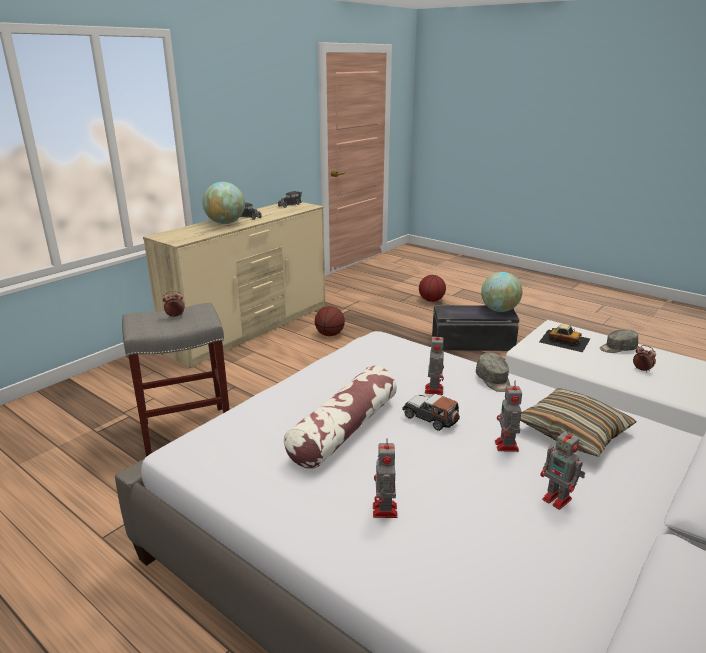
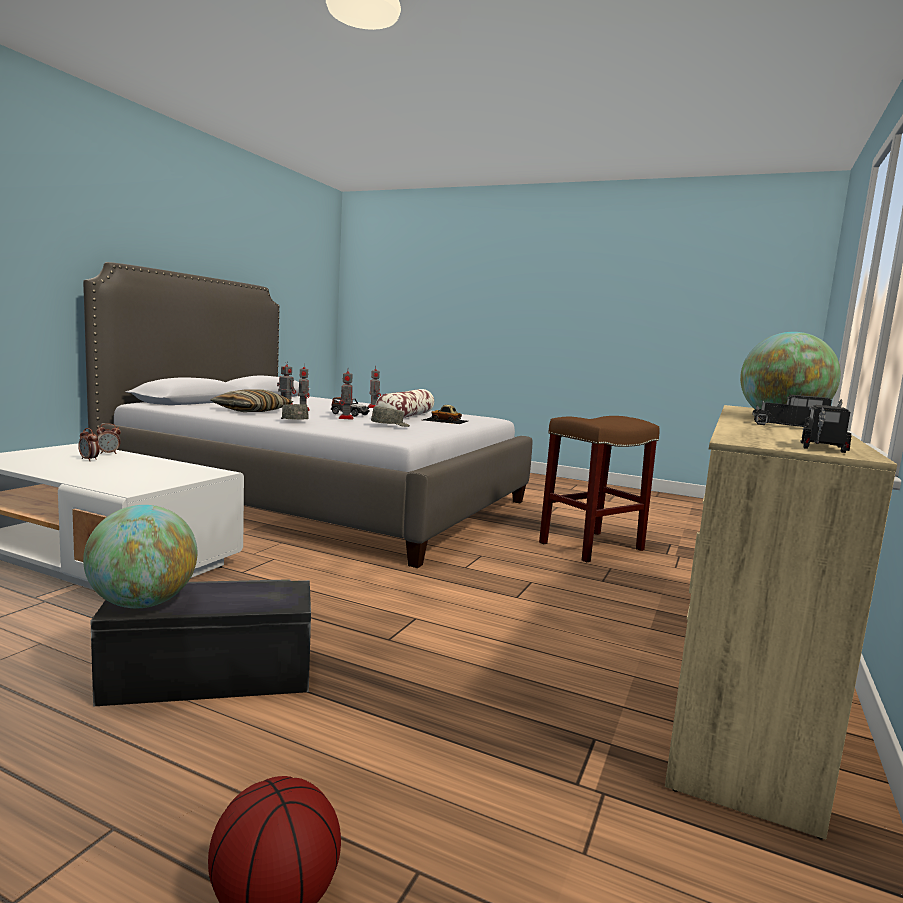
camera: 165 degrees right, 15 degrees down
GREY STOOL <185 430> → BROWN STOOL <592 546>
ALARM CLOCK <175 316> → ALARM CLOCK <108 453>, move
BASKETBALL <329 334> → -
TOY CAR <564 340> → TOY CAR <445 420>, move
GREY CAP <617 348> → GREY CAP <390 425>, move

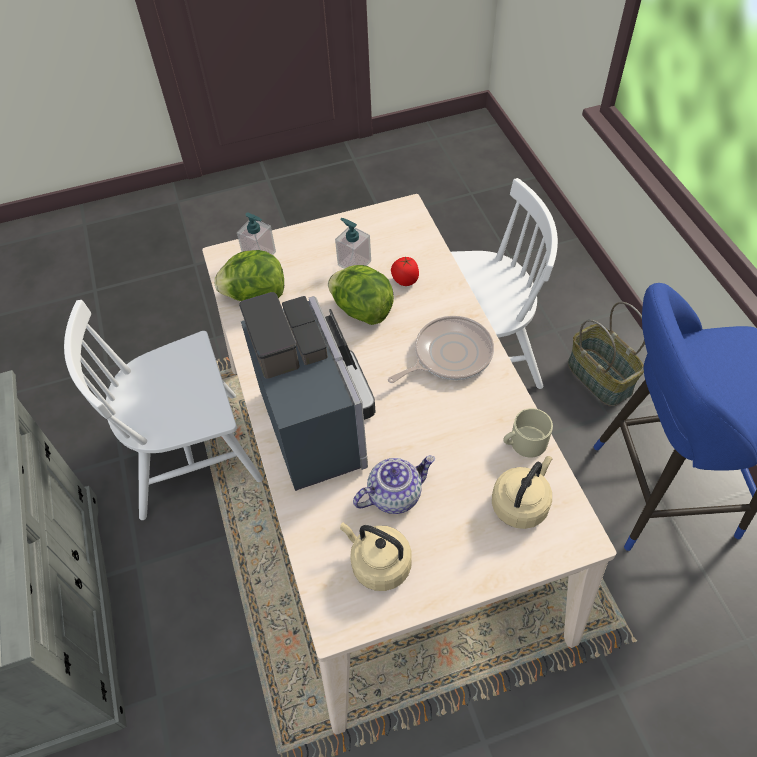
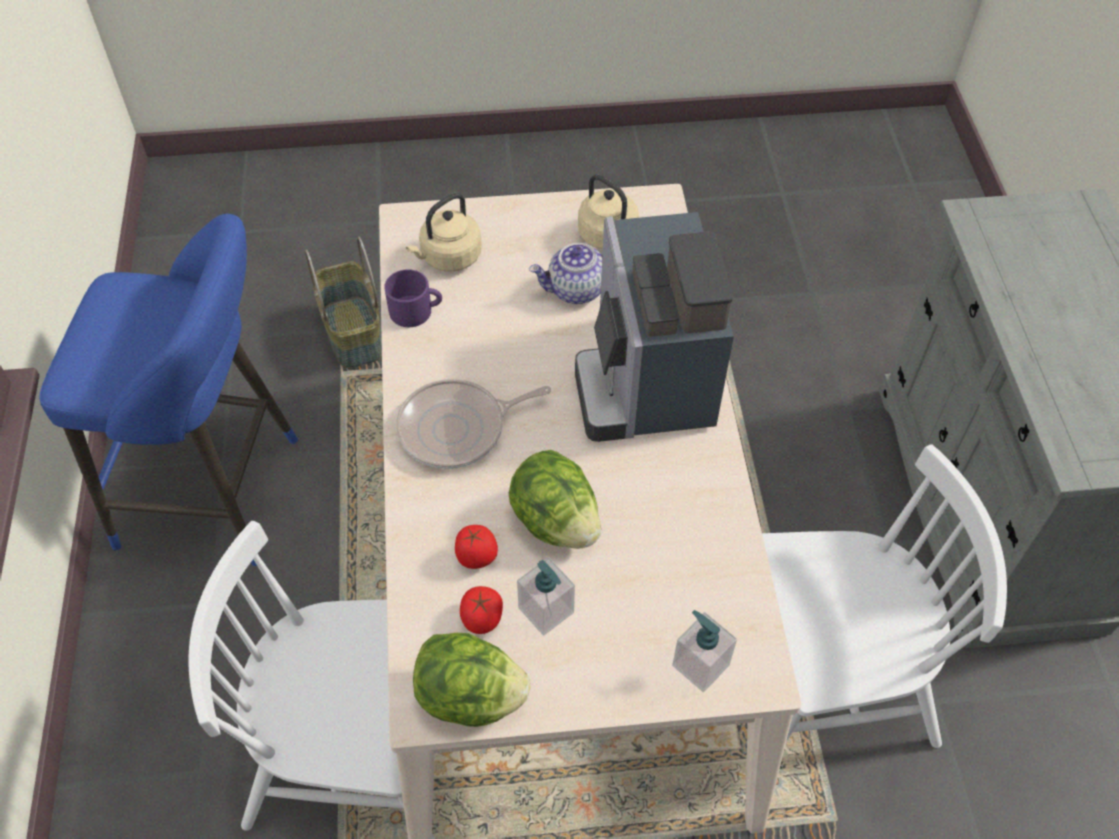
camera: 170 degrees left, 0 degrees up
LETTUCE <255 295> → LETTUCE <470 697>, move
BEIGE MUG <524 443> → PURPLE MUG <416 311>
BASKET <600 377> → BASKET <351 332>, move
- → TOMATO <482 618>

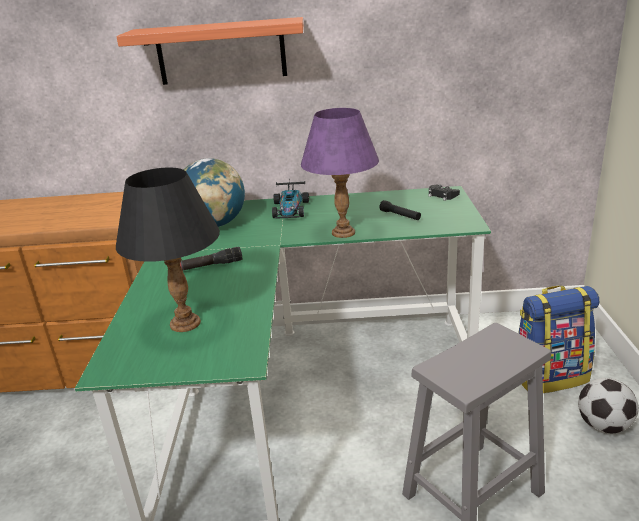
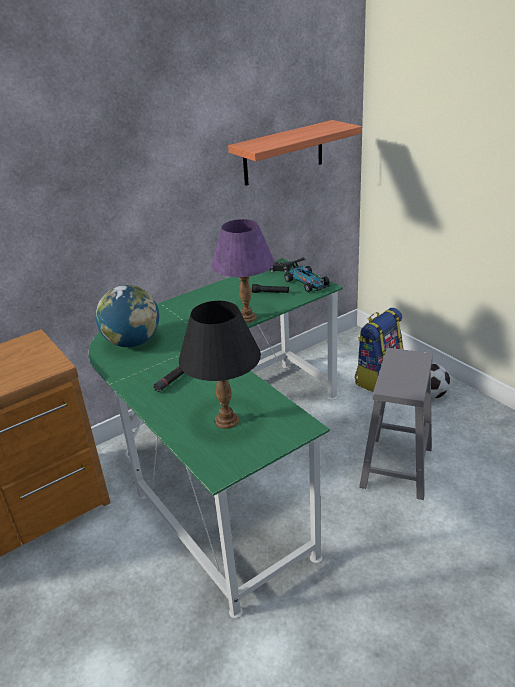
camera: 35 degrees left, 5 degrees up
SHELF <221 52> → SHELF <283 153>, move
TOY CAR <290 209> → TOY CAR <307 282>, move

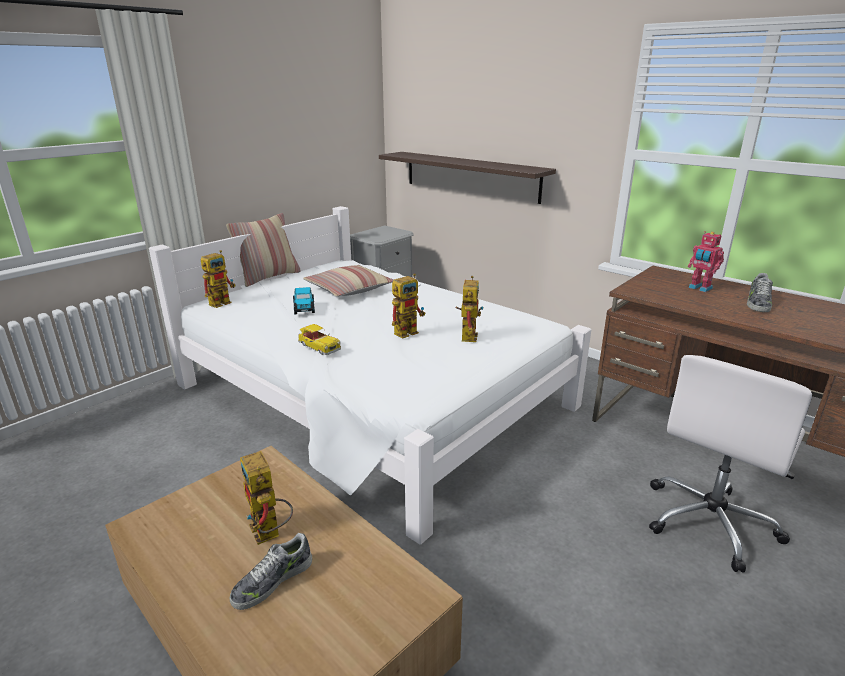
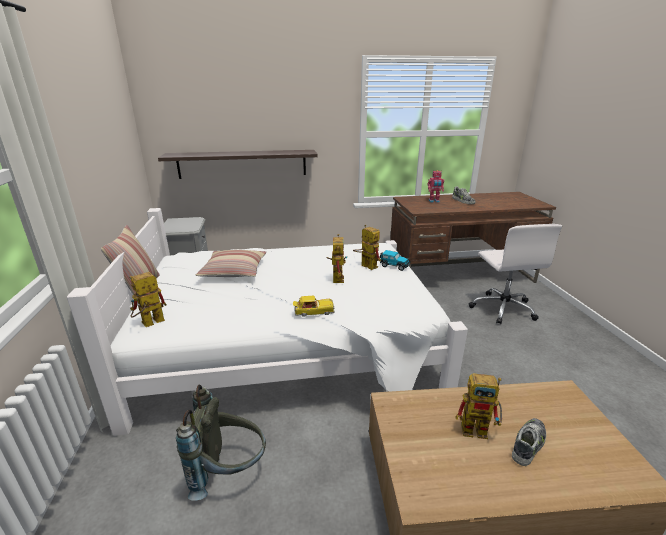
camera: 50 degrees left, 0 degrees up
TOY ROBOT <222 302> → TOY ROBOT <149 324>, 120 degrees counterclockwise
SHOE <272 581> → SHOE <528 444>, 135 degrees counterclockwise
TOY CAR <304 308> → TOY CAR <394 265>, move
- → GREY BACKPACK <229 472>

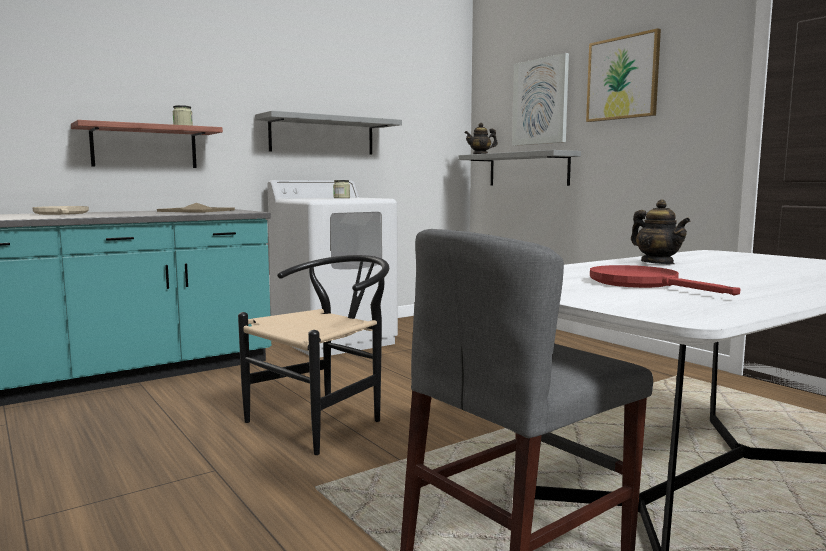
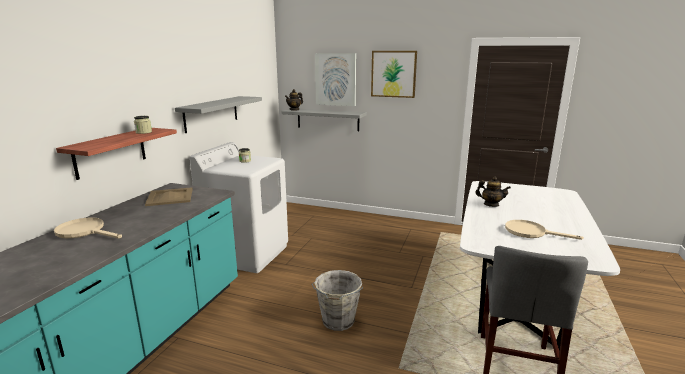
camera: 35 degrees left, 10 degrees up
BLACK CHAIR <325 421> → GREY BUCKET <338 321>
RED FRYING PAN <644 284> → BEIGE FRYING PAN <531 232>

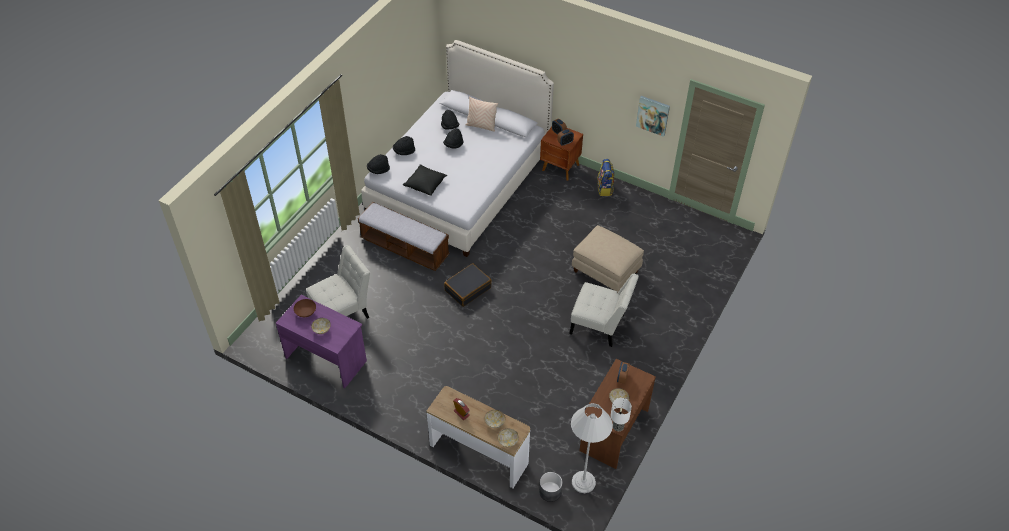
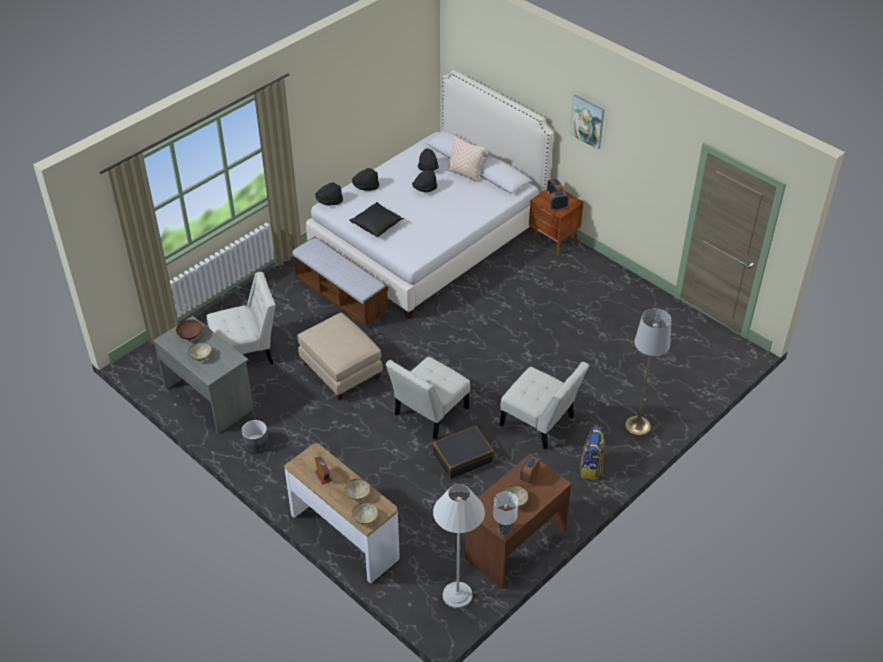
camera: 15 degrees right, 5 degrees down
PURPLE DESK <326 358> → GREY DESK <209 398>
BLACK SUITCASE <467 289> → BLACK SUITCASE <462 457>, move
GREY PLANTER <550 491> → GREY PLANTER <256 444>, move
BEIGE OTTOMAN <605 272> → BEIGE OTTOMAN <340 371>, move
BACKPACK <605 188> → BACKPACK <591 467>, move
PICTURE <653 115> → PICTURE <587 121>, move
- → WHITE CHAIR <428 413>
- → GREY FLOOR LAMP <637 426>

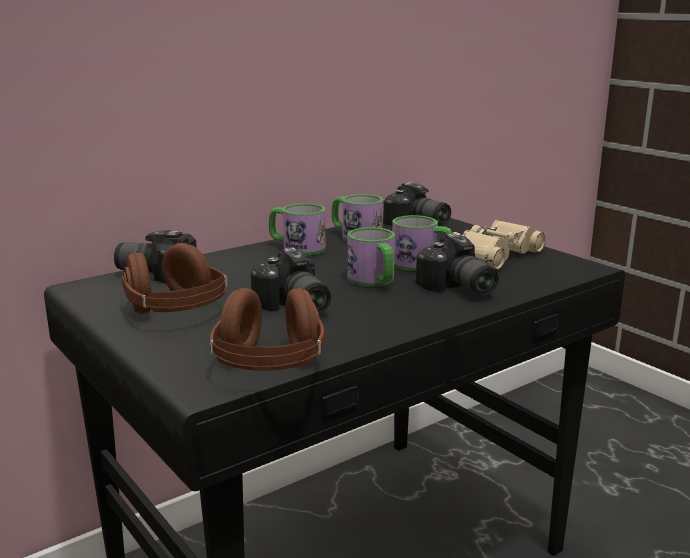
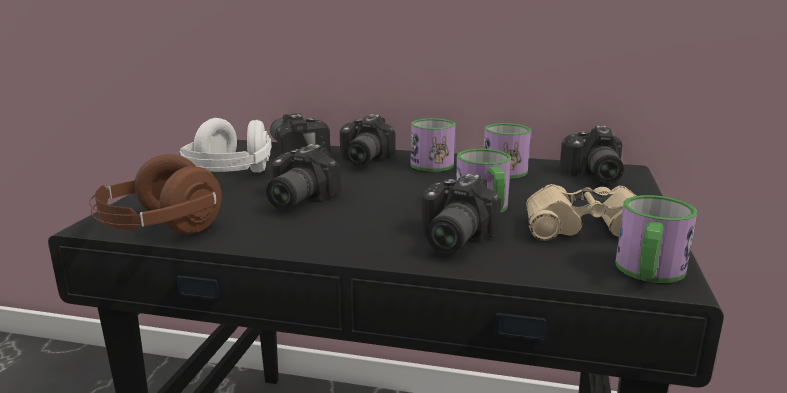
camera: 50 degrees right, 0 degrees up
BROWN HEADPHONES <176 312> → WHITE HEADPHONES <230 176>
MUG <374 281> → MUG <648 272>, move
- → PHOTO CAMERA <360 160>

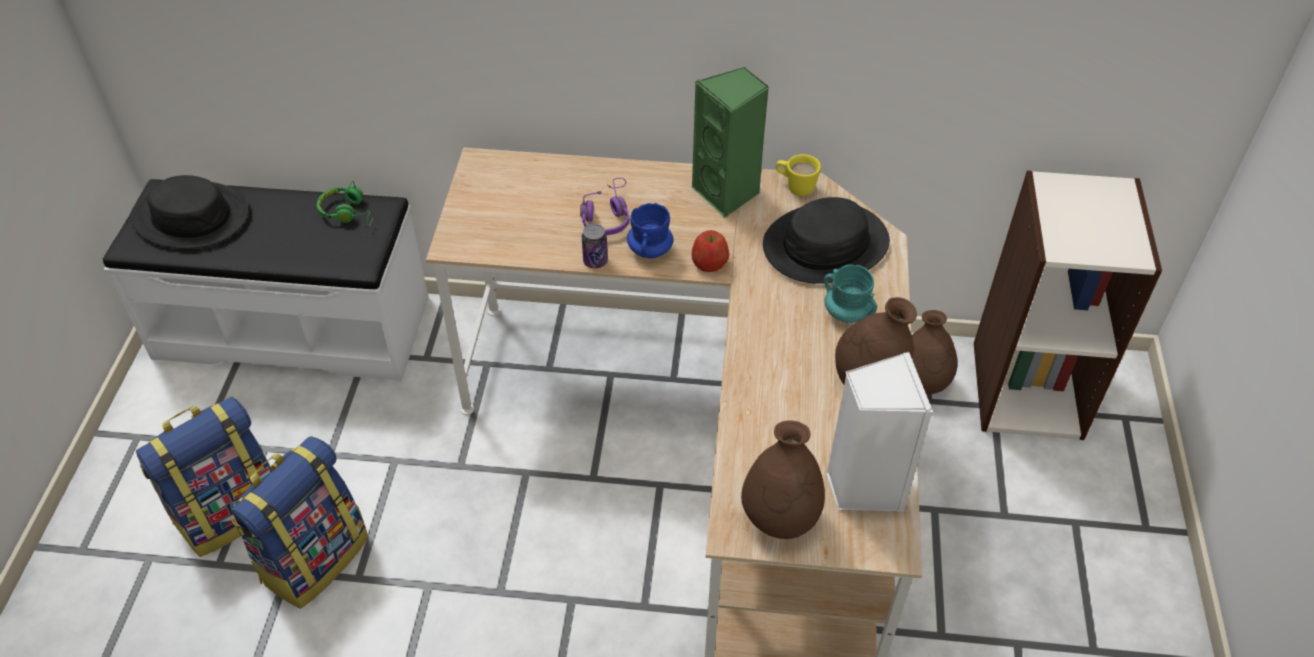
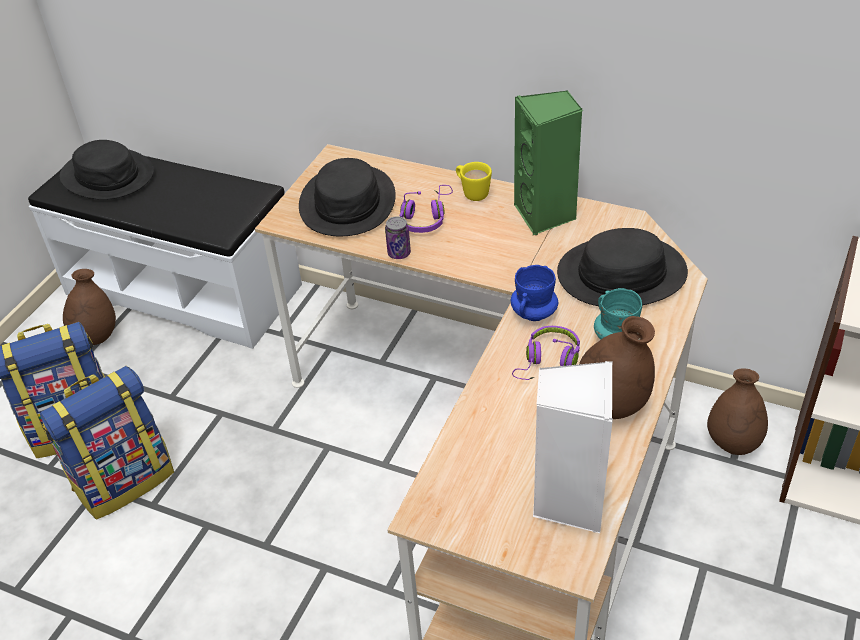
camera: 20 degrees right, 5 degrees down
GREEN HEADPHONES <348 213> → -
BLUE MUG <650 250> → BLUE MUG <534 313>, move
APPLE <709 262> → -
BROWN VASE <780 518> → BROWN VASE <97 336>, move
YELLOW MUG <795 187> → YELLOW MUG <472 192>, move
- → BLACK HAT <348 202>
- → PURPLE HEADPHONES <548 361>

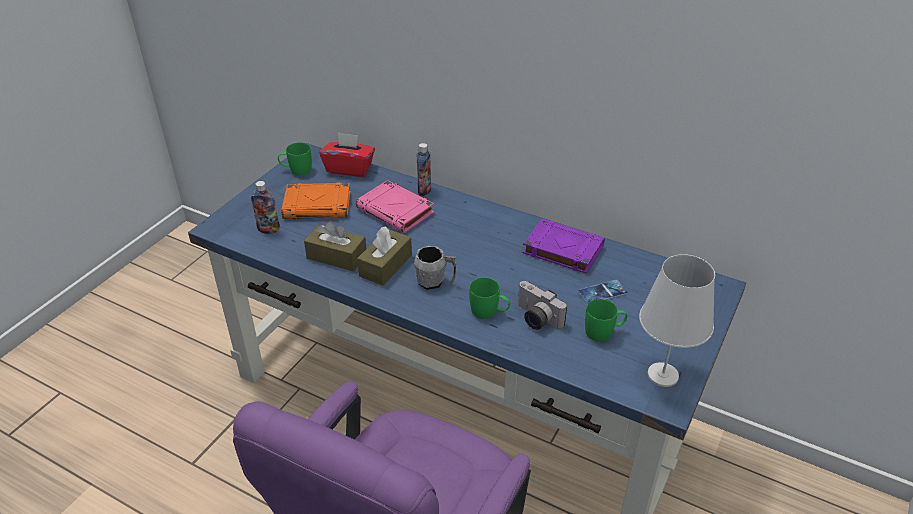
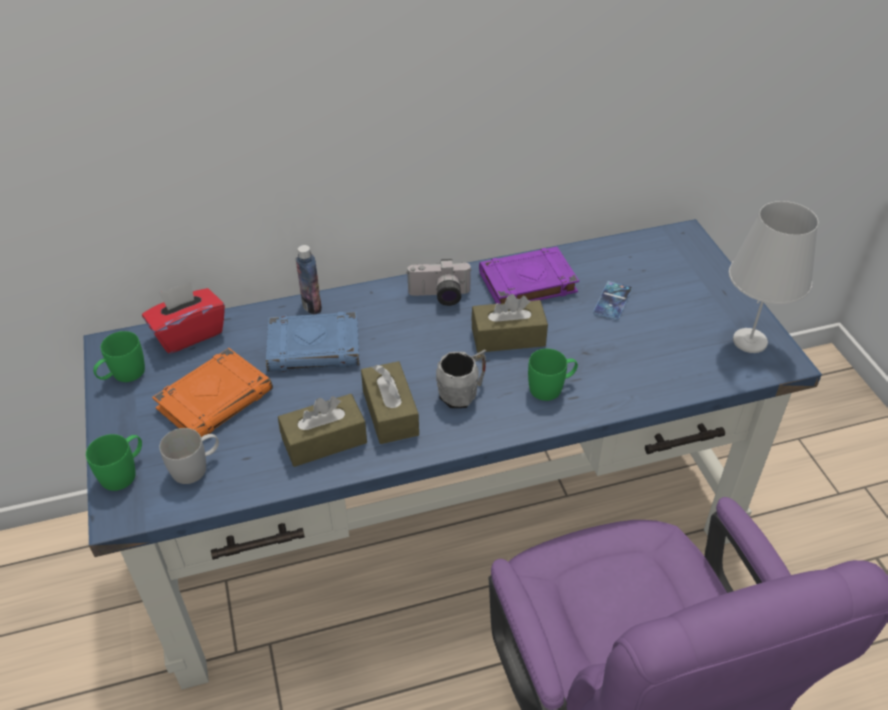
camera: 45 degrees left, 5 degrees up
BOTTLE <268 230> → WHITE MUG <196 467>
PINK BOOK <396 211> → BLUE BOOK <315 348>
PHOTO CAMERA <535 318> → PHOTO CAMERA <440 297>, move
GREEN MUG <604 332> → GREEN MUG <124 472>, move
- → BROWN TISSUE BOX <508 337>

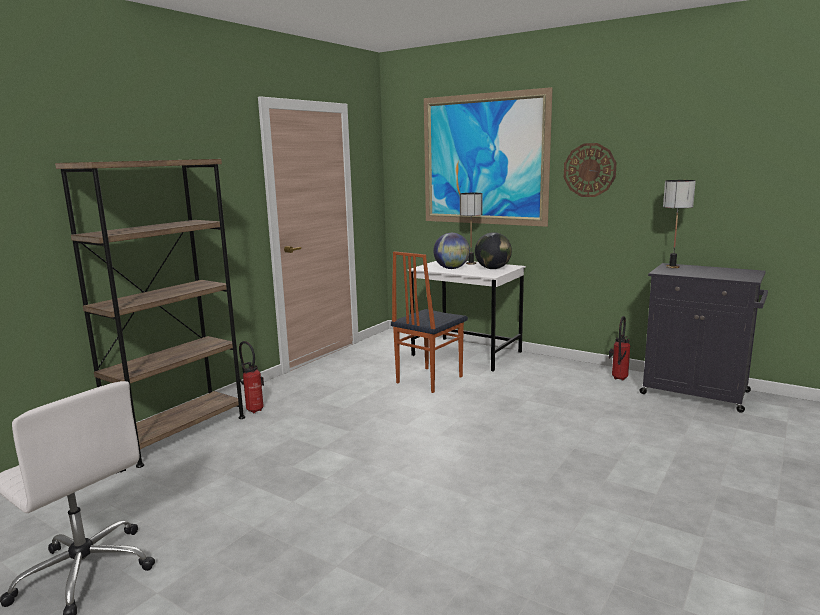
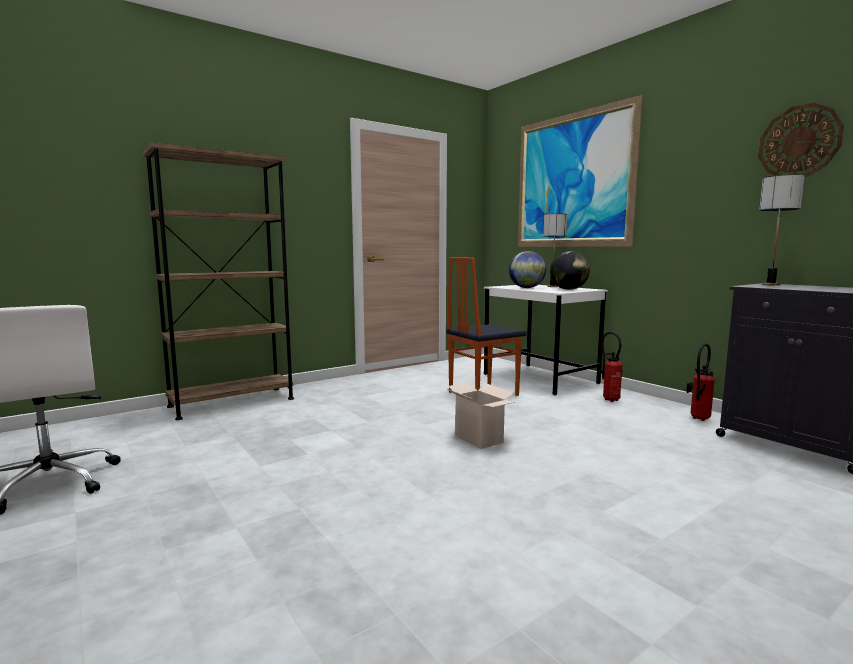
camera: 20 degrees right, 5 degrees down
FIRE EXTINGUISHER <254 409> → FIRE EXTINGUISHER <609 399>, move
WALL CLOCK <589 170> → WALL CLOCK <799 142>, move
- → CARDBOARD BOX <480 439>

